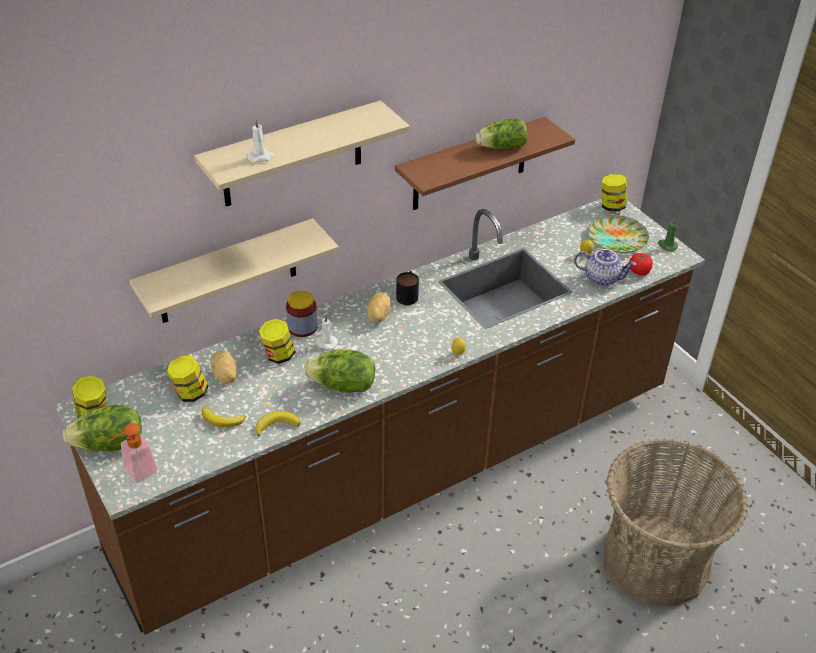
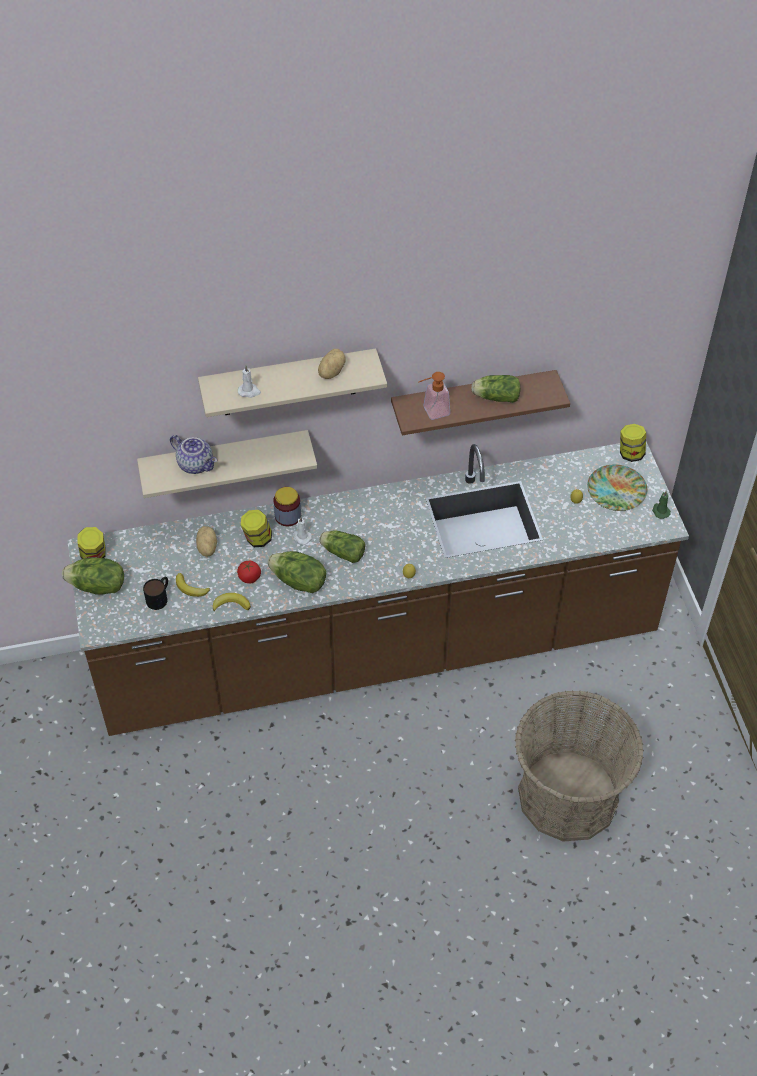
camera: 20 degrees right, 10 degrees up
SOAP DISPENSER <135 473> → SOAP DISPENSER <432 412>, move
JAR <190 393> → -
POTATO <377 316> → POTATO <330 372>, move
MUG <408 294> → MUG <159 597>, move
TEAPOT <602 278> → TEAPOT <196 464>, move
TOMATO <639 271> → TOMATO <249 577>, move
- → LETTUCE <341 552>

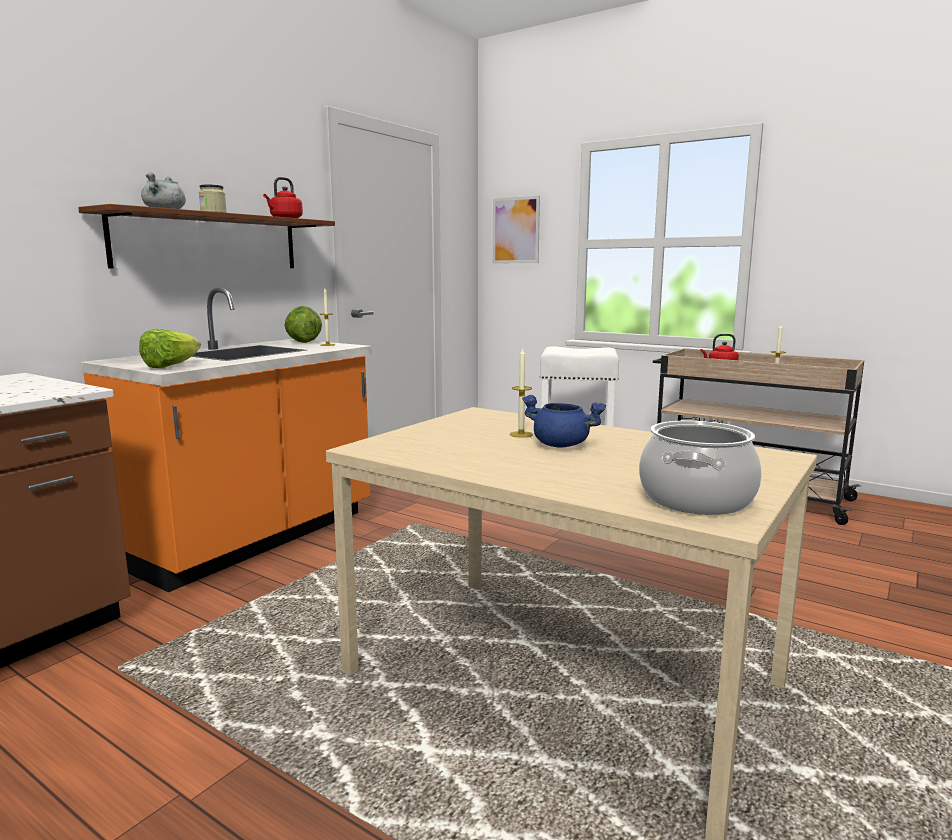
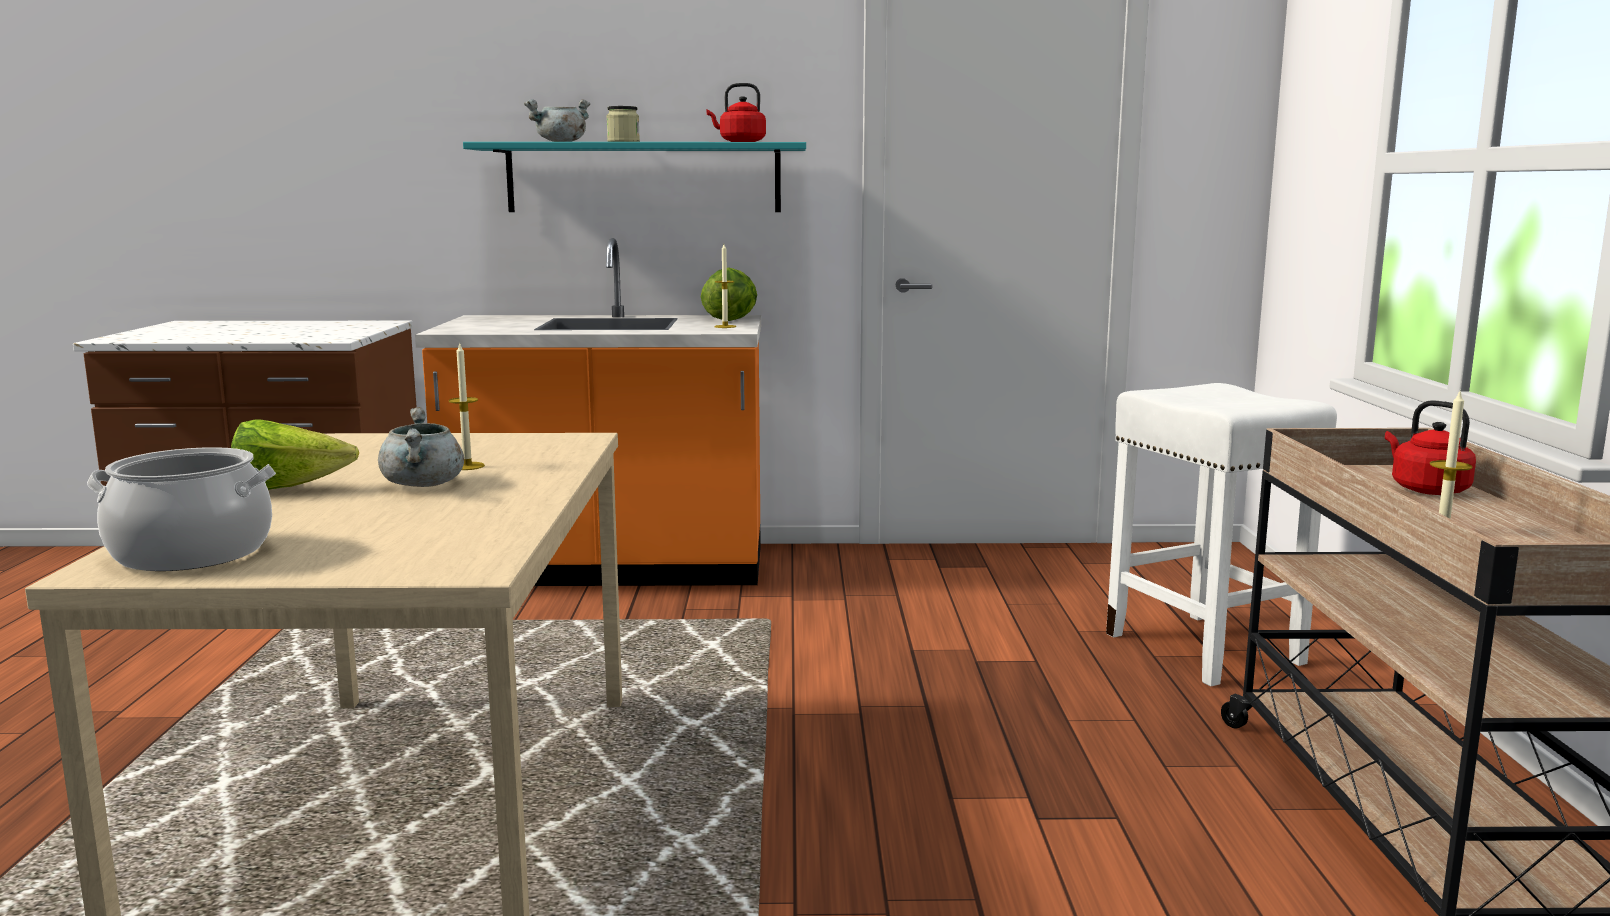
camera: 55 degrees right, 0 degrees up
BROWN SHELF <209 242> → TURQUOISE SHELF <644 178>
LETTUCE <171 366> → LETTUCE <288 489>, move
PICTURE <516 230> → -
BLUE COOKING POT <562 445> → GREY COOKING POT <424 485>

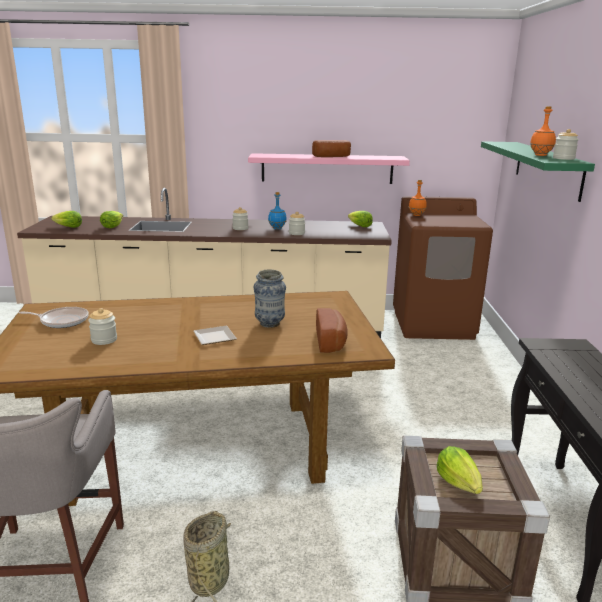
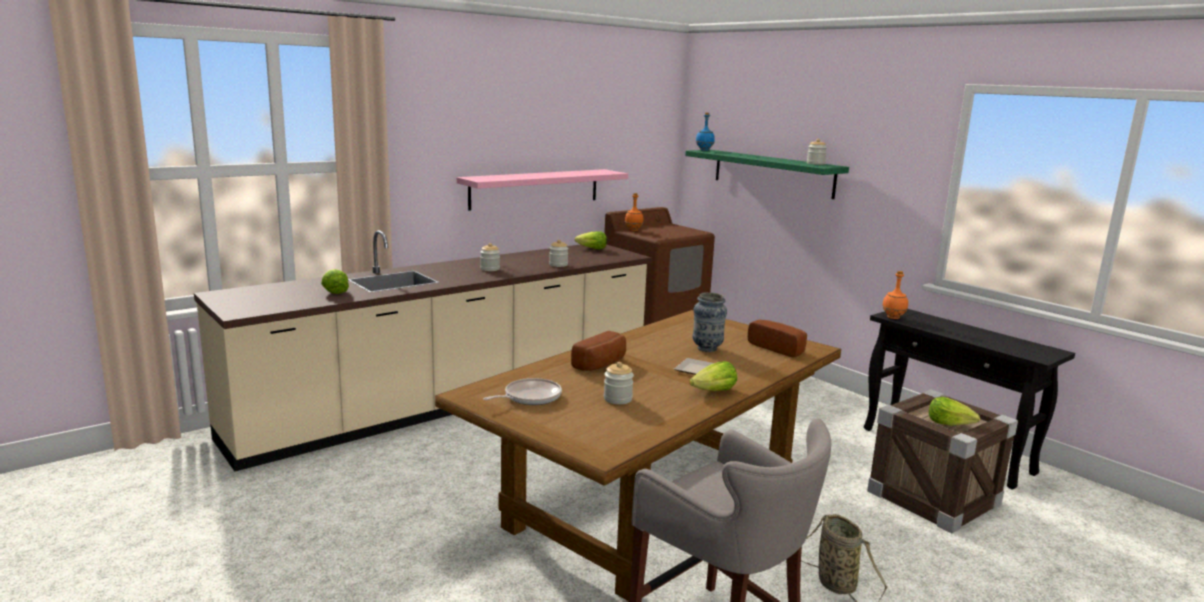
camera: 40 degrees left, 5 degrees down
LETTUCE <68 227> → LETTUCE <714 391>, move
BLUE BOTTLE <277 229> → BLUE BOTTLE <704 150>, move
BREAD <332 157> → BREAD <602 364>, move
ORANGE BOTTLE <540 155> → ORANGE BOTTLE <893 317>, move

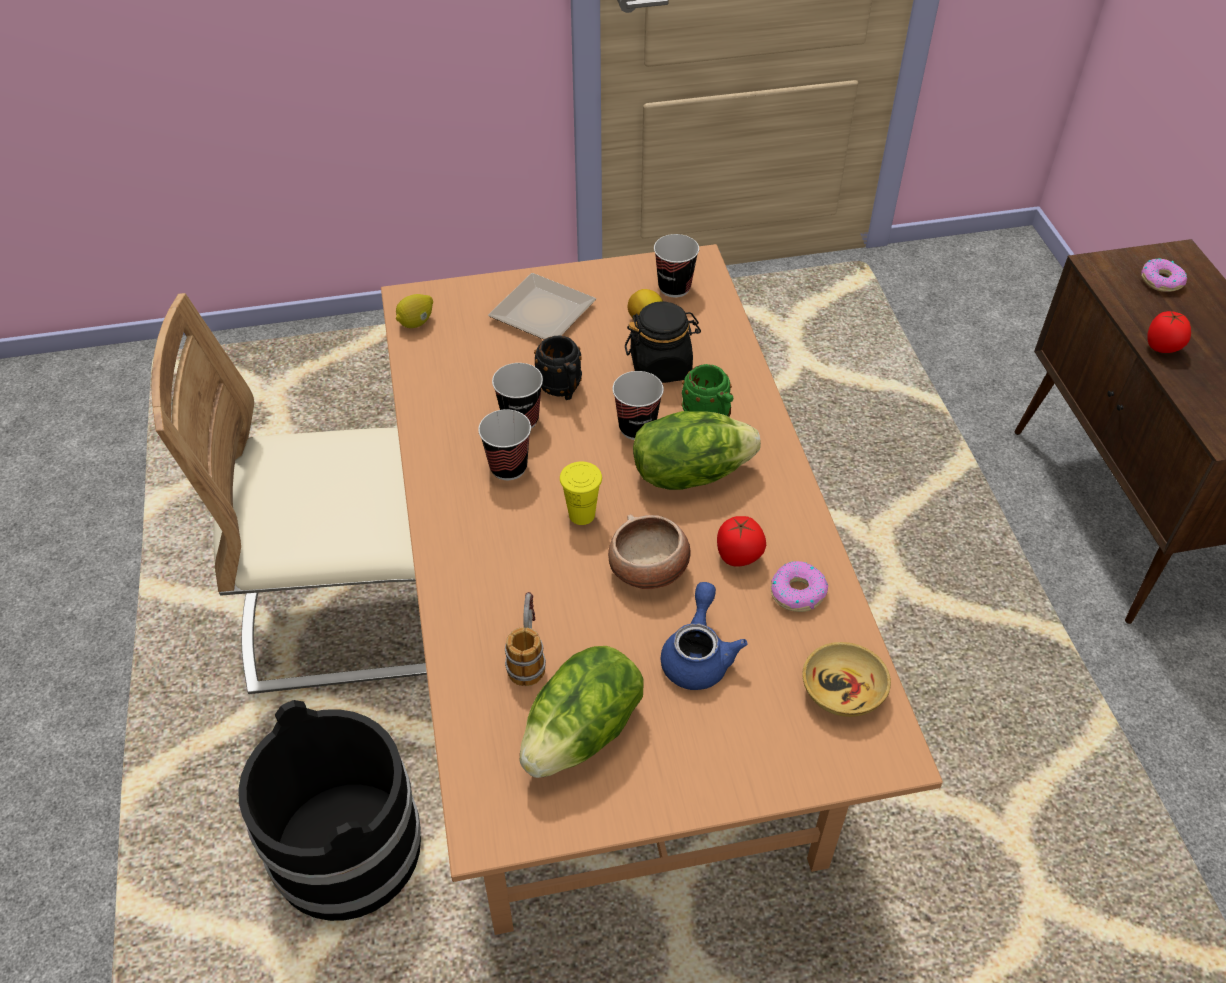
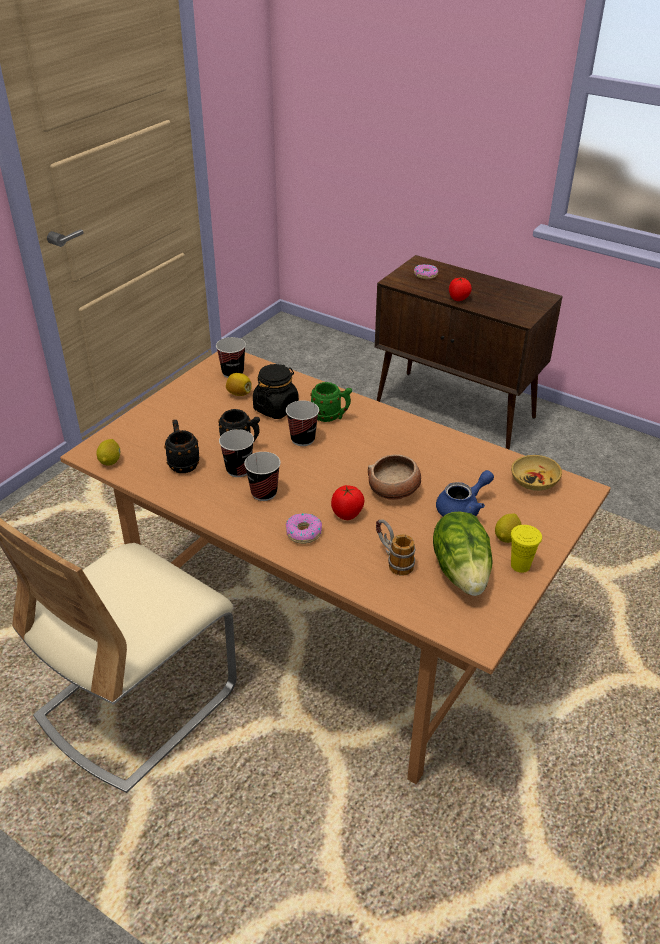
camera: 45 degrees left, 10 degrees down
BLACK BUCKET <346 849> → -
PLATE <543 315> → -
YELLOW CUP <582 515> → YELLOW CUP <520 565>, move
LETTUCE <690 473> → -
BLUE TEAPOT <698 655> → BLUE TEAPOT <463 508>, 90 degrees clockwise
TOMATO <739 557> → TOMATO <347 514>, move
DONUT <797 592> → DONUT <303 532>, move
- → BLACK MUG <182 463>
- → LEMON <507 537>

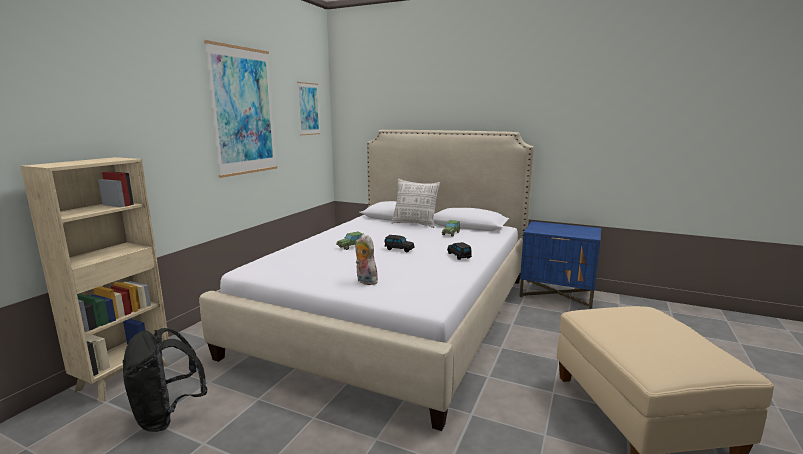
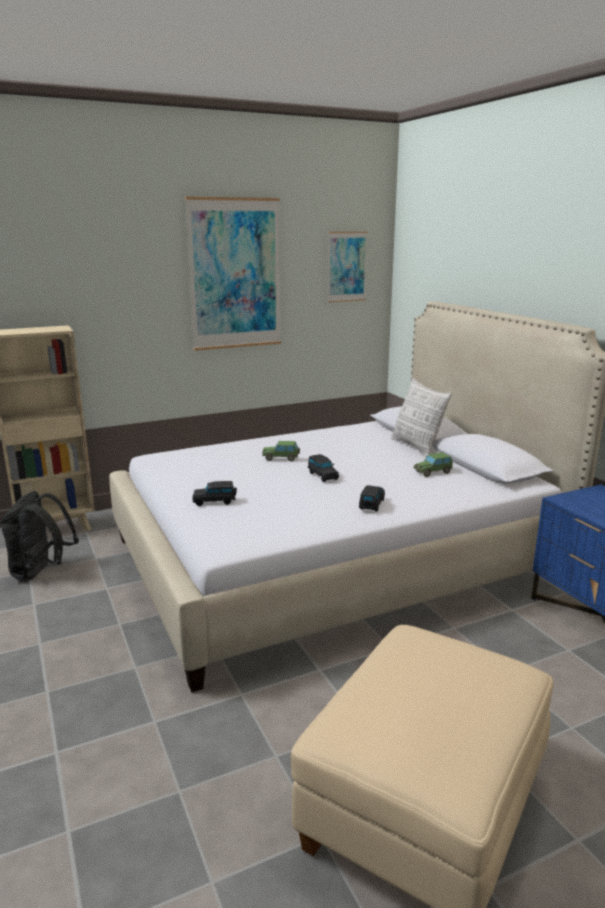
camera: 40 degrees right, 5 degrees up
PLUSH TOY <365 281> → BLACK TOY CAR <215 501>

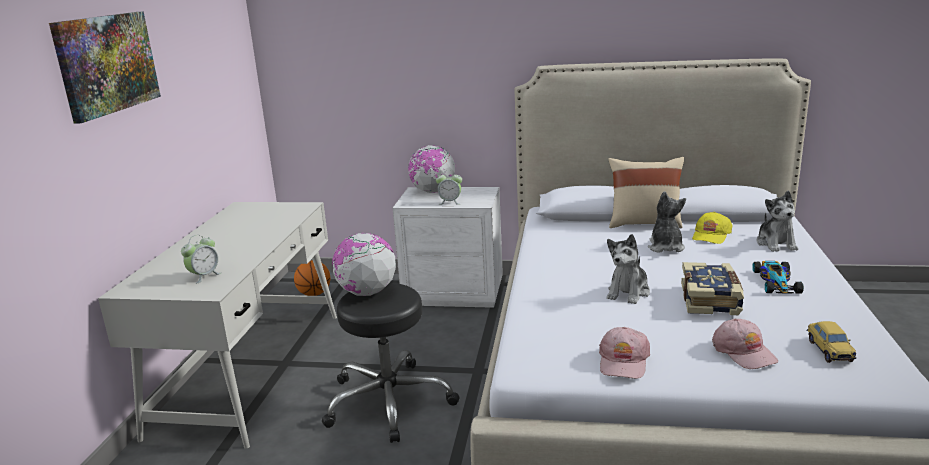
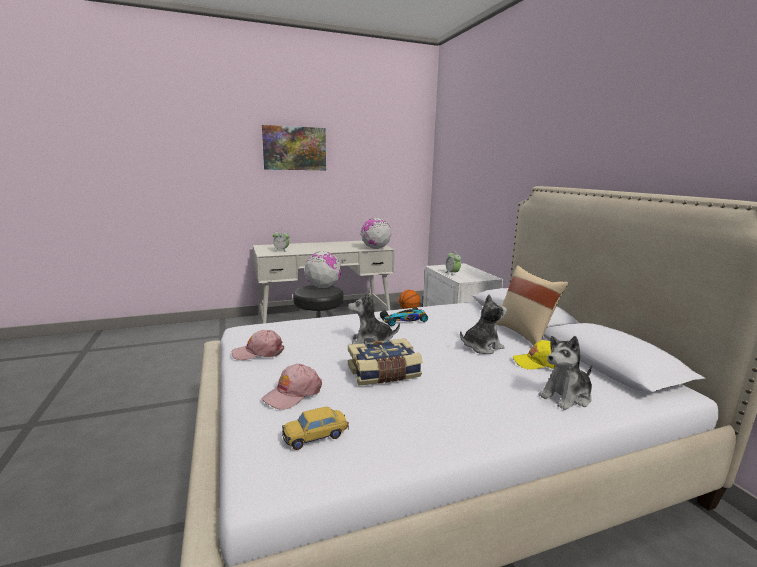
camera: 60 degrees right, 5 degrees down
GLOBE <433 191> → GLOBE <375 248>, move
TOY CAR <776 281> → TOY CAR <404 320>, move

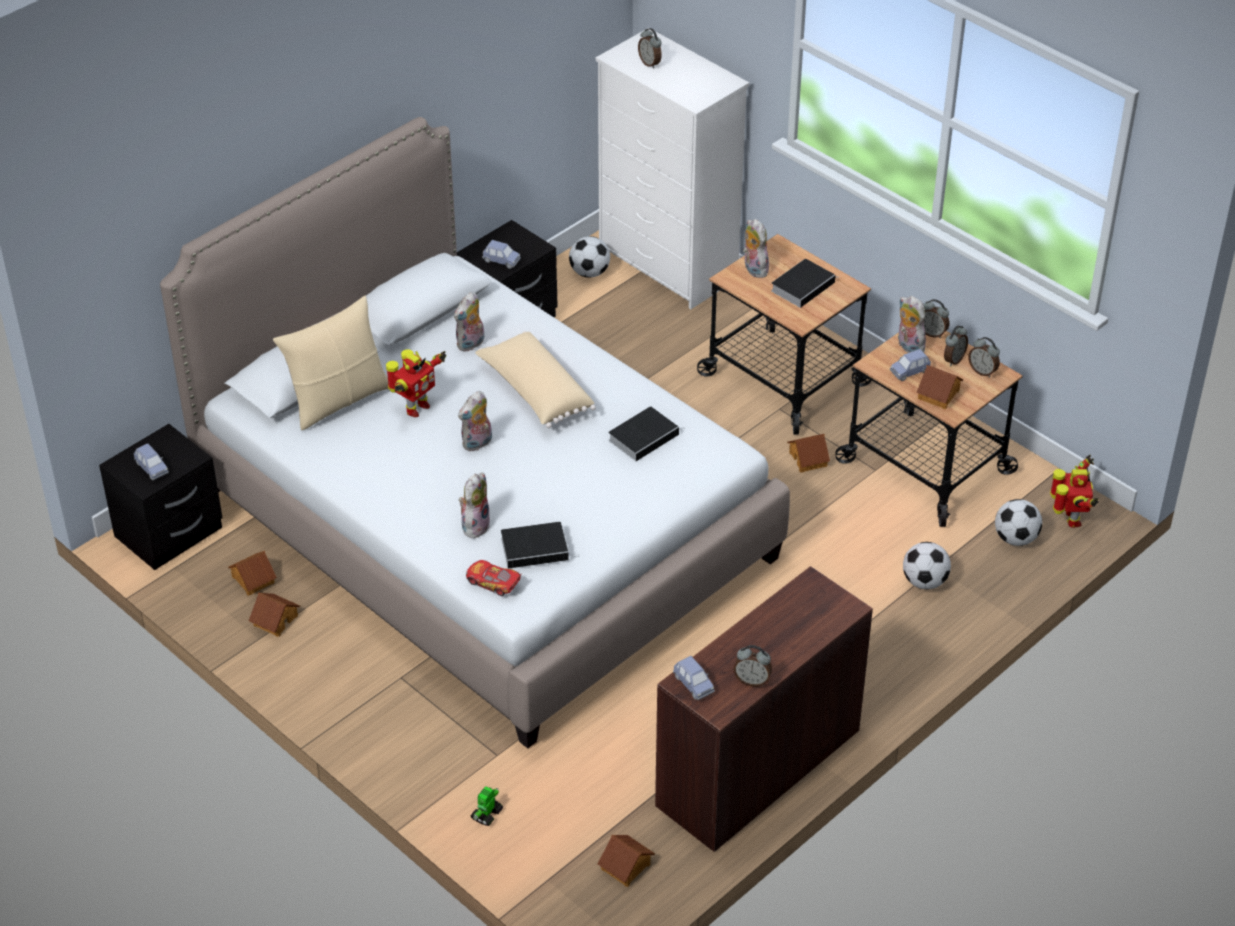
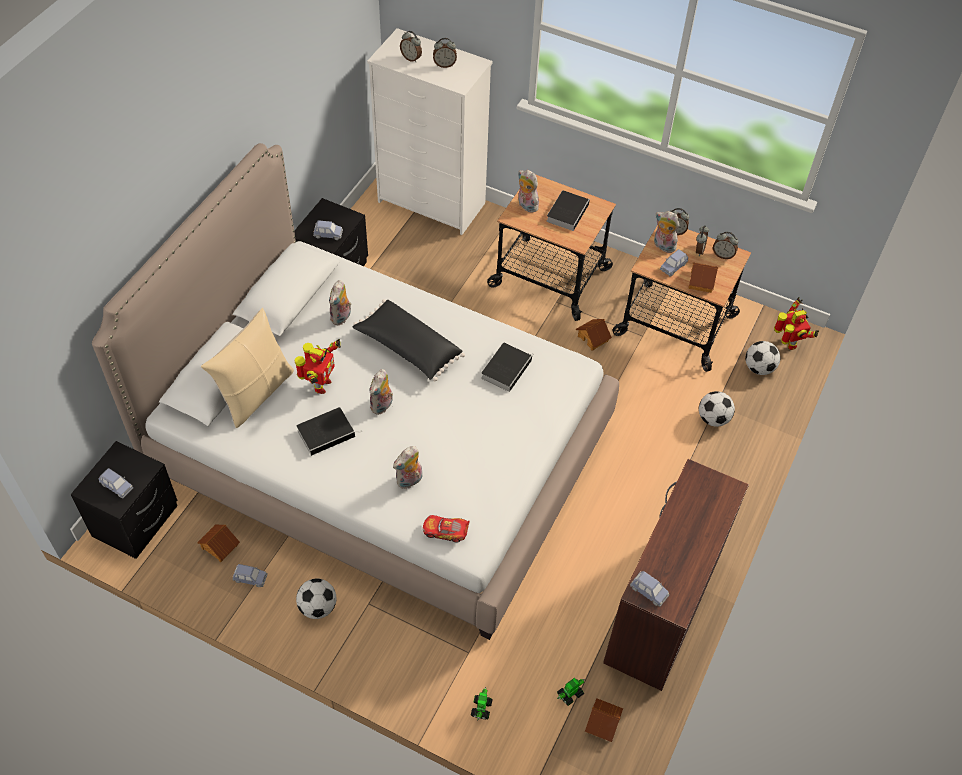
camera: 20 degrees left, 10 degrees up
TOY HOUSE <275 620> → BLUE TOY CAR <250 578>
PLUSH TOY <474 525> → PLUSH TOY <409 481>, 135 degrees counterclockwise
BEIGE PILLOW <535 392> → BLACK PILLOW <408 348>
BOOK <536 548> → BOOK <327 432>, move
FOOTBALL <589 272> → FOOTBALL <318 607>, move
ALARM CLOCK <752 681> → ALARM CLOCK <444 65>, move
- → TOY ROBOT <569 694>

